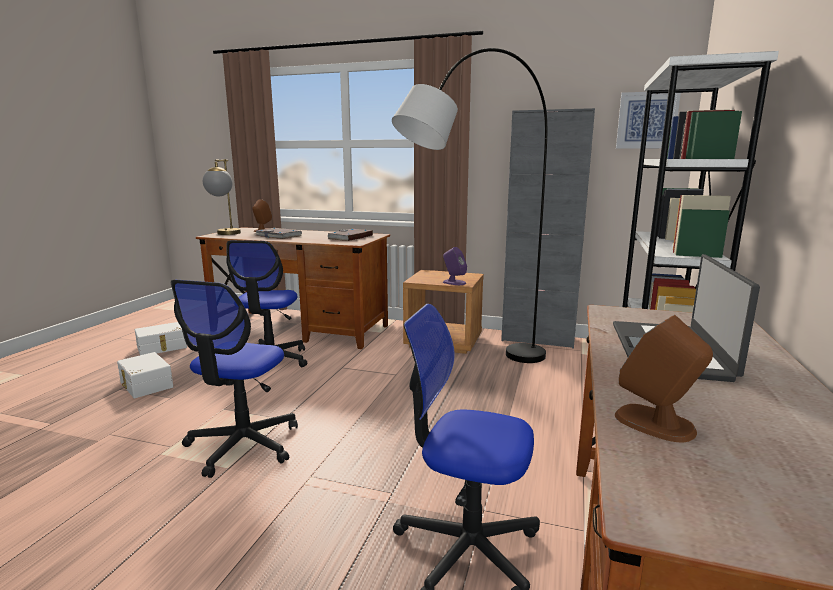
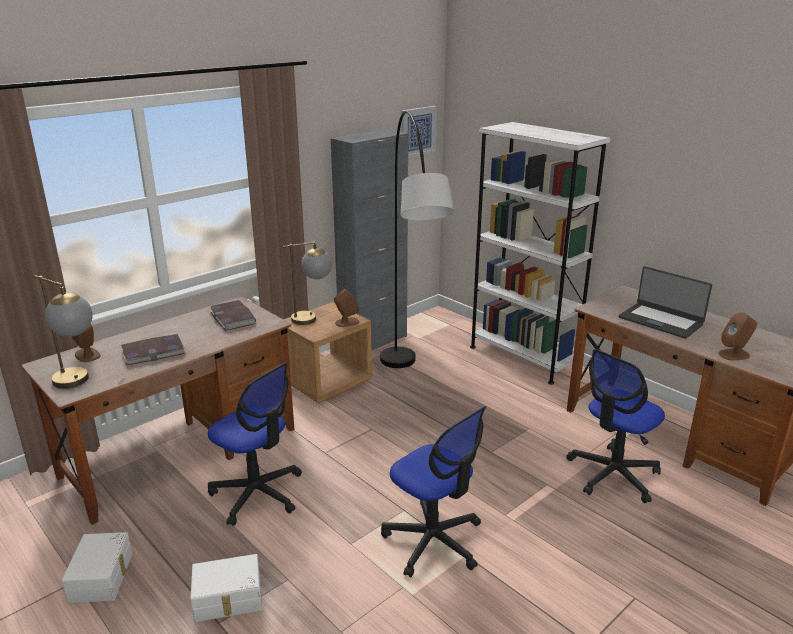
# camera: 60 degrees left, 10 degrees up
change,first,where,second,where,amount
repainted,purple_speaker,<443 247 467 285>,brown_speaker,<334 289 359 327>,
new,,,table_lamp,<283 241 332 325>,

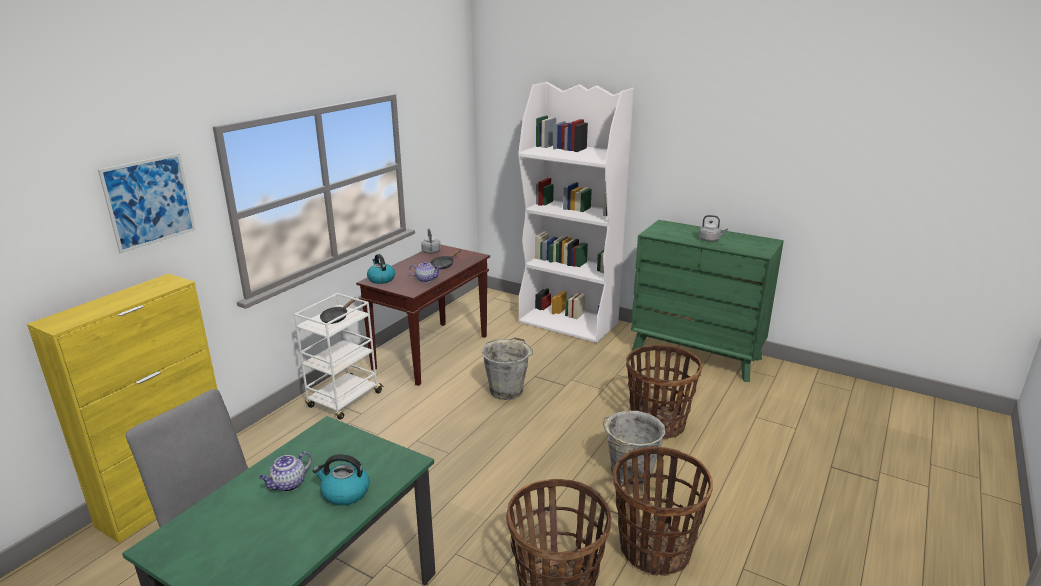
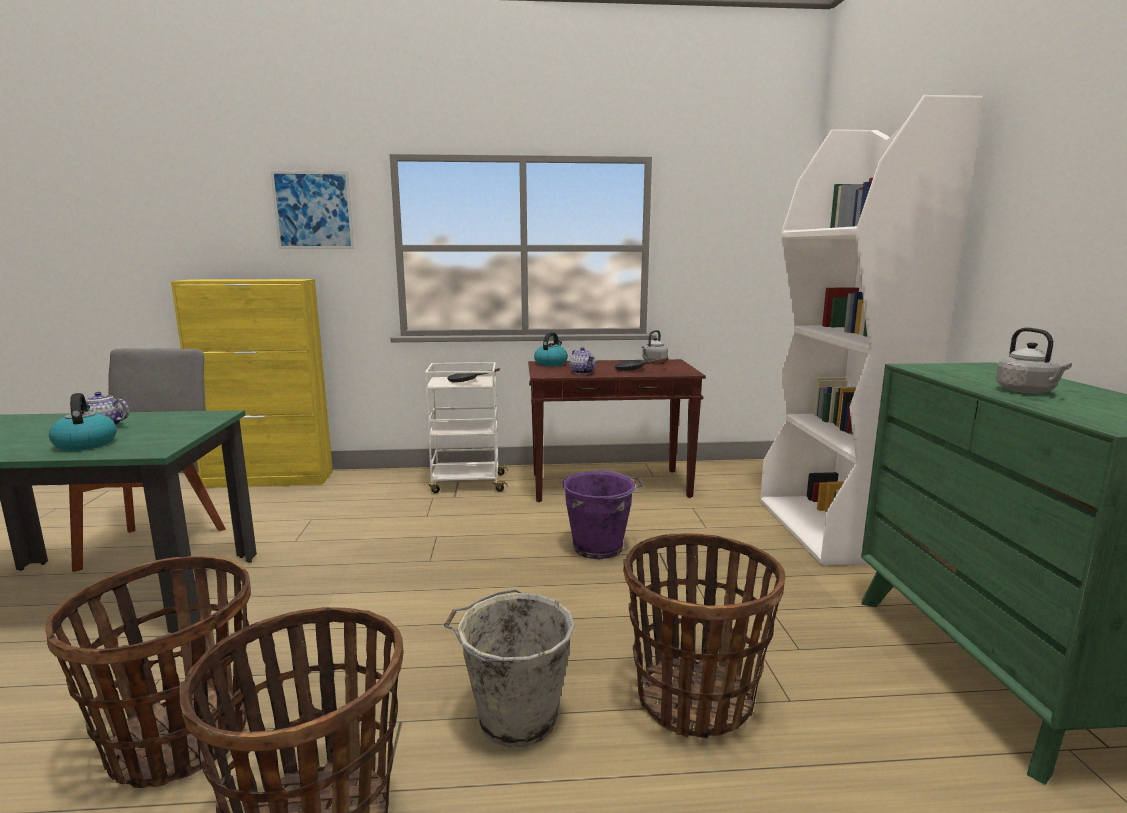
# camera: 55 degrees right, 10 degrees down
change,first,where,second,where,amount
repainted,grey_bucket,<482 337 533 400>,purple_bucket,<563 470 644 559>,

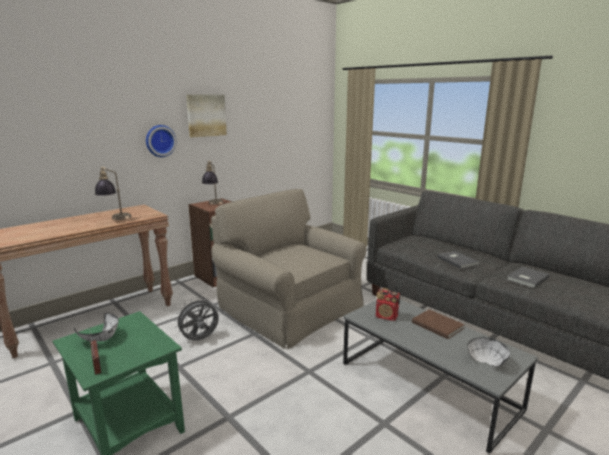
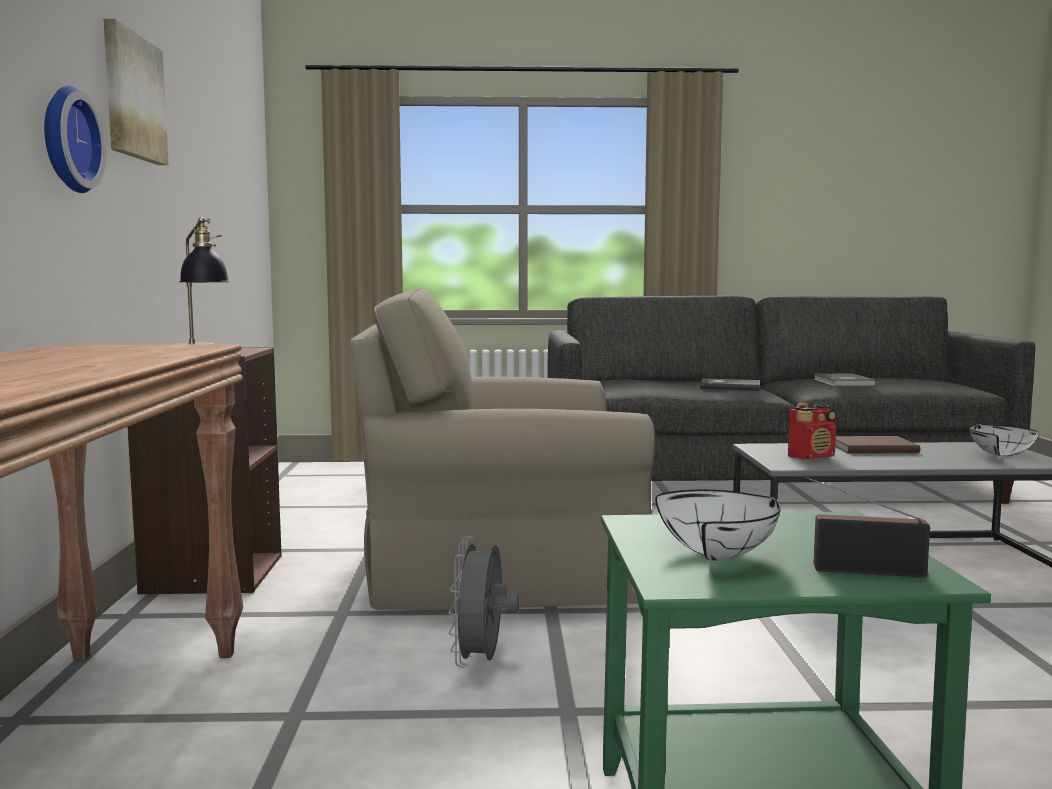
# camera: 50 degrees left, 10 degrees down
change,first,where,second,where,amount
gone,table_lamp,<95 167 132 220>,,,

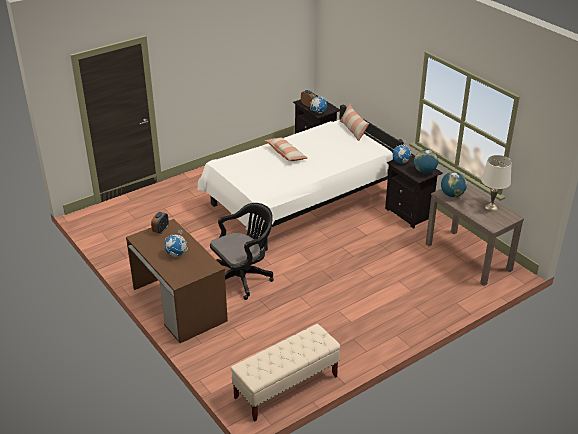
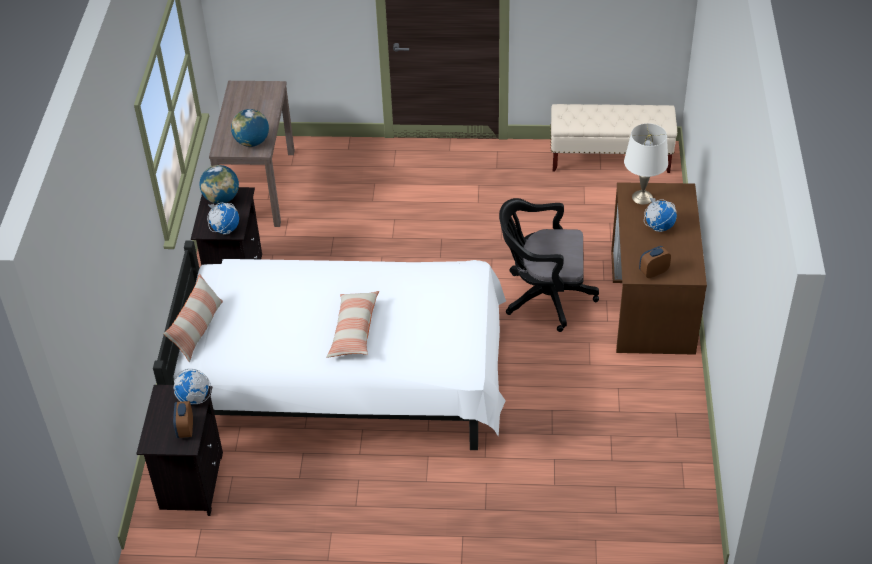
# camera: 140 degrees left, 10 degrees up
change,first,where,second,where,amount
shifted,white_table_lamp,<481 155 512 211>,,<624 123 668 205>,

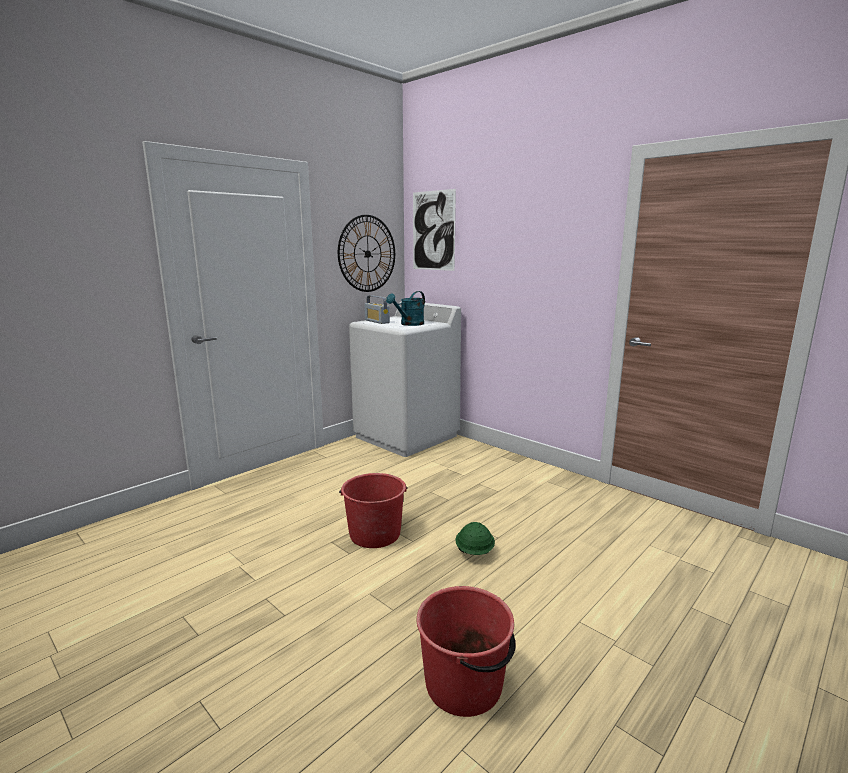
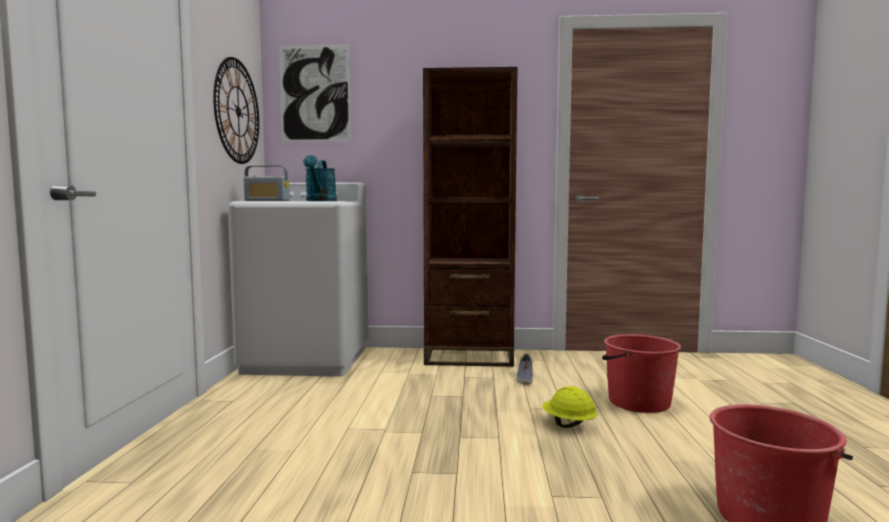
# camera: 40 degrees left, 10 degrees down
change,first,where,second,where,amount
shifted,red_bucket,<339 473 408 548>,,<602 334 681 413>,
repainted,green_hard_hat,<455 522 495 555>,yellow_hard_hat,<542 386 598 428>,
new,,,brown_bookcase,<423 67 518 367>,
new,,,shoe,<516 354 533 385>,

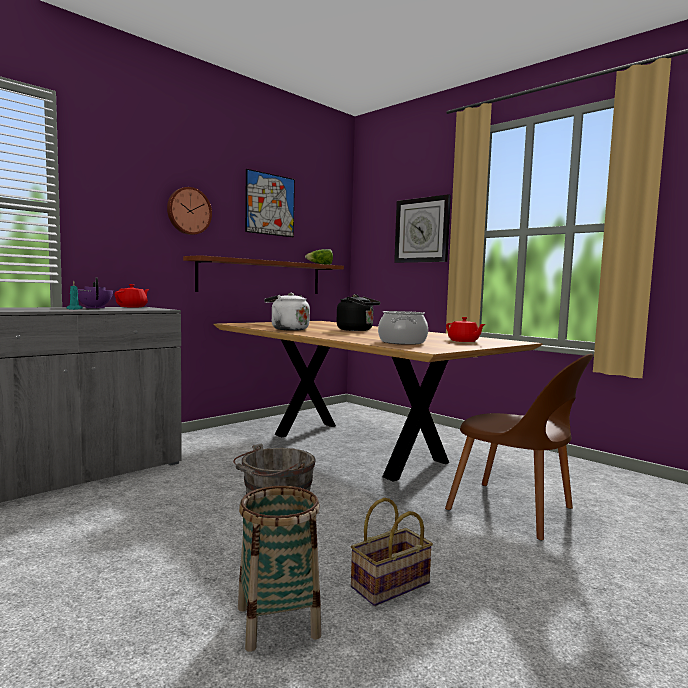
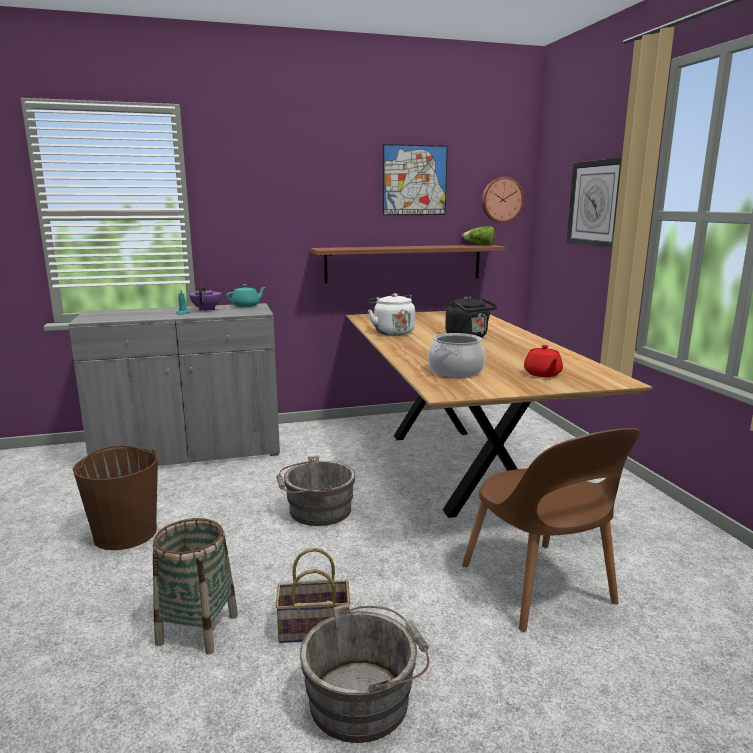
# camera: 30 degrees right, 10 degrees up
change,first,where,second,where,amount
repainted,red_teapot,<115 284 149 308>,turquoise_teapot,<226 284 266 307>,
shifted,wall_clock,<167 187 212 235>,,<482 177 524 222>,
new,,,brown_bucket,<73 445 158 550>,
new,,,grey_bucket,<300 604 429 743>,

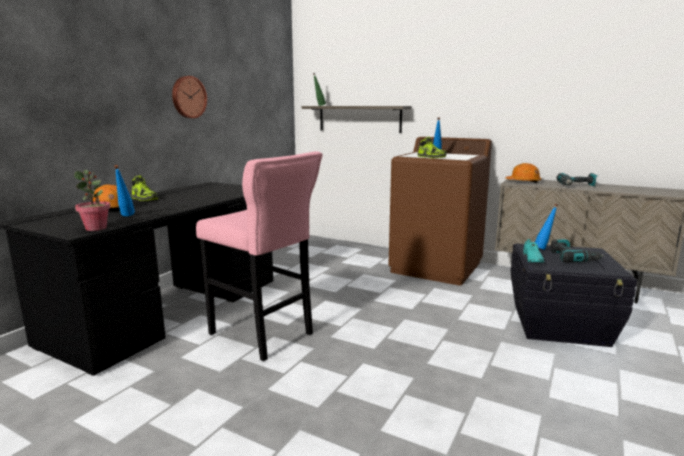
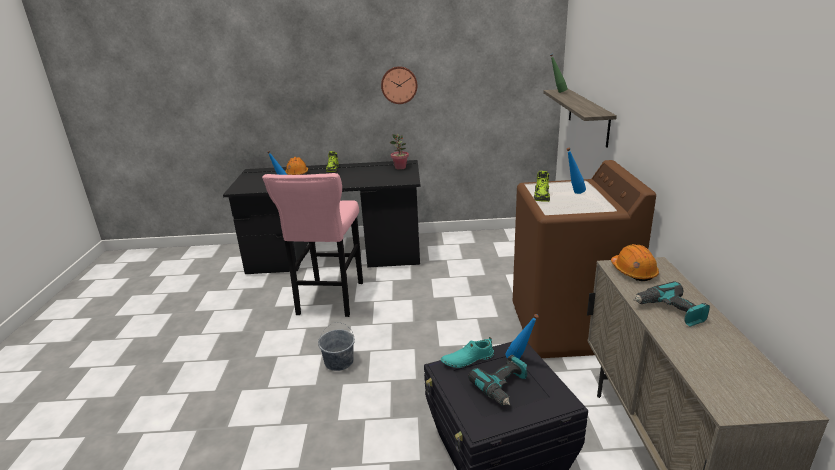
# camera: 60 degrees right, 10 degrees up
change,first,where,second,where,amount
shifted,potted_plant,<74 170 111 231>,,<390 134 409 170>,
new,,,grey_bucket,<318 322 355 371>,

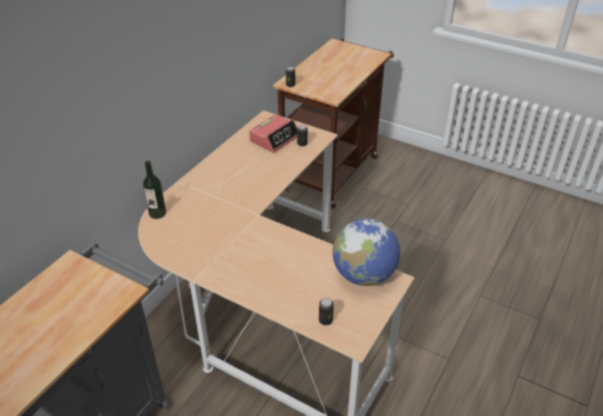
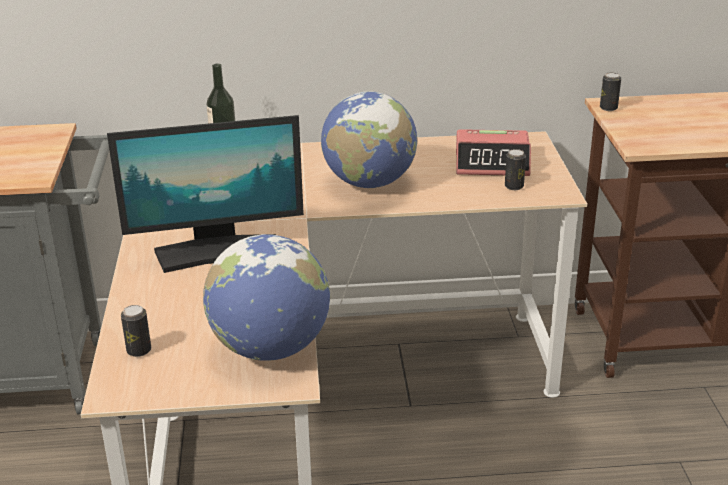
# camera: 55 degrees right, 10 degrees down
change,first,where,second,where,amount
new,,,monitor,<107 115 304 273>,
new,,,globe,<321 91 417 188>,

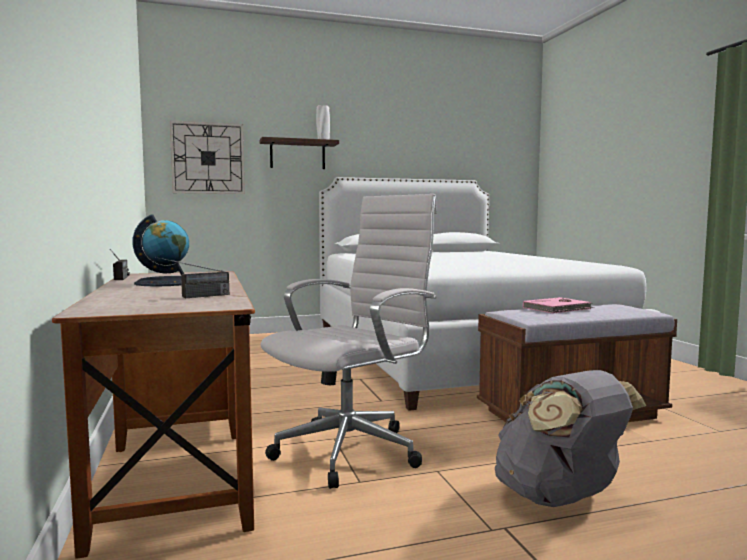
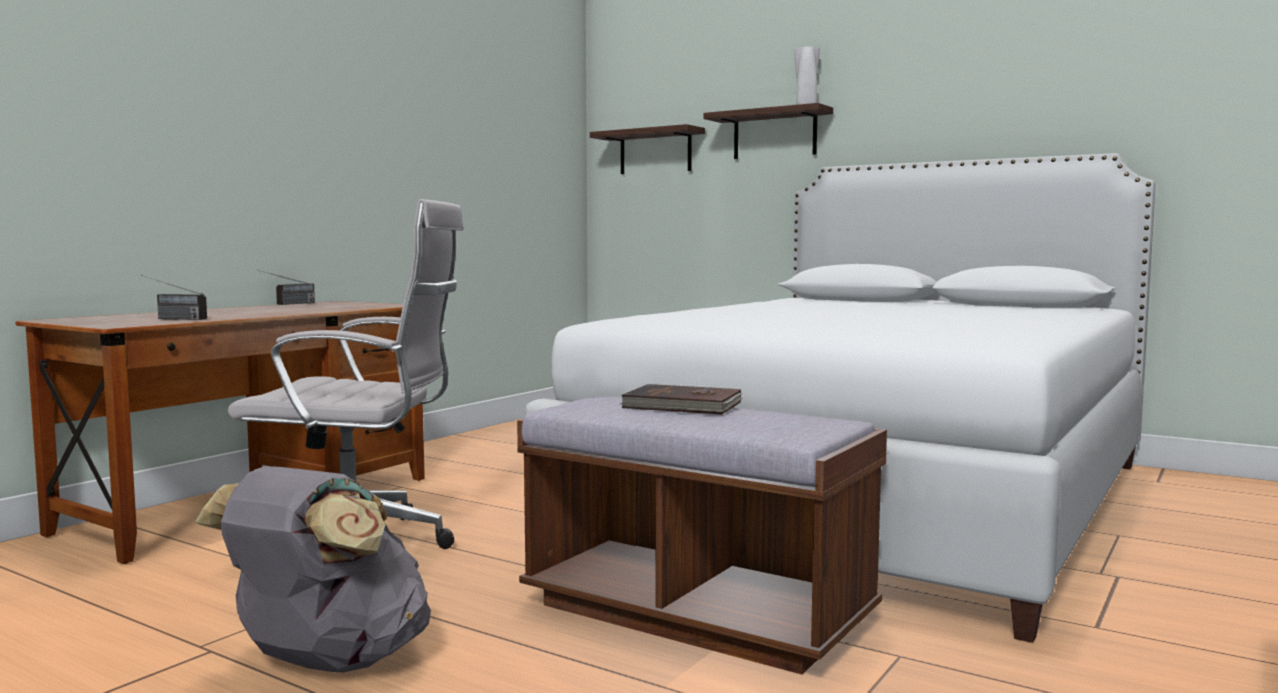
# camera: 50 degrees right, 0 degrees up
change,first,where,second,where,amount
gone,globe,<132 214 189 287>,,,
swapped,wall_clock,<170 121 245 194>,shelf,<590 124 705 174>,
repainted,pink_book,<523 297 594 314>,brown_book,<620 384 743 415>,

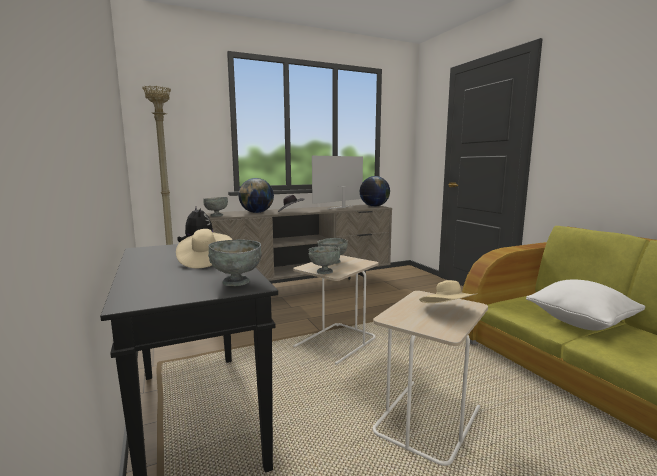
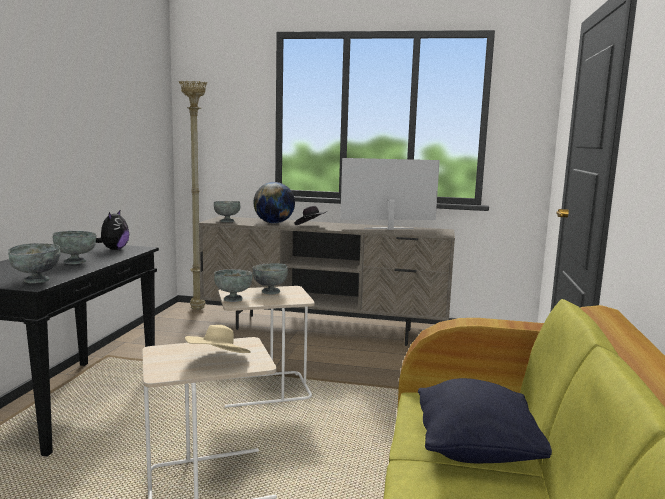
# camera: 35 degrees right, 0 degrees up
change,first,where,second,where,amount
swapped,beige_hat,<176 229 232 268>,grey_bowl,<53 231 97 264>,
gone,globe,<360 176 390 207>,,,
repainted,white_pillow,<526 280 645 330>,black_pillow,<418 378 552 463>,

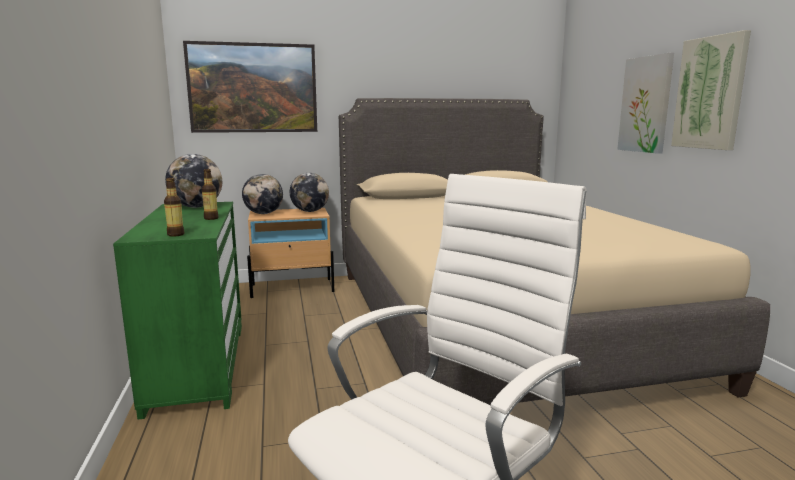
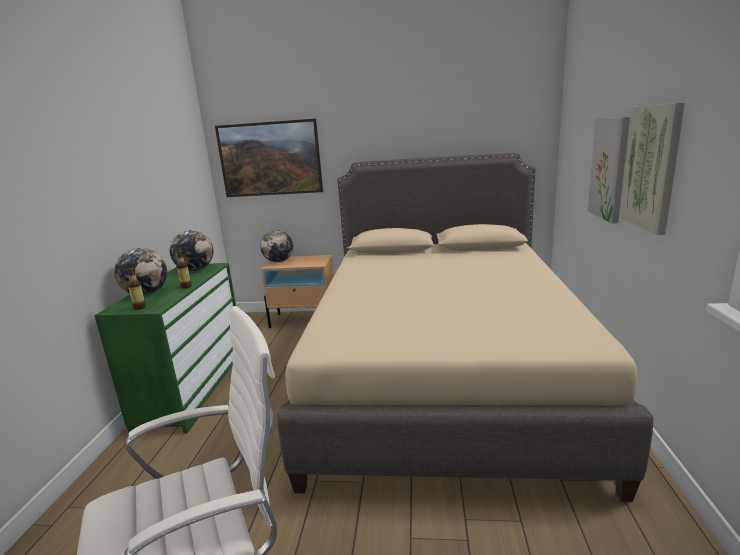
# camera: 20 degrees right, 5 degrees up
change,first,where,second,where,amount
shifted,globe,<290 173 329 212>,,<114 248 167 295>,

